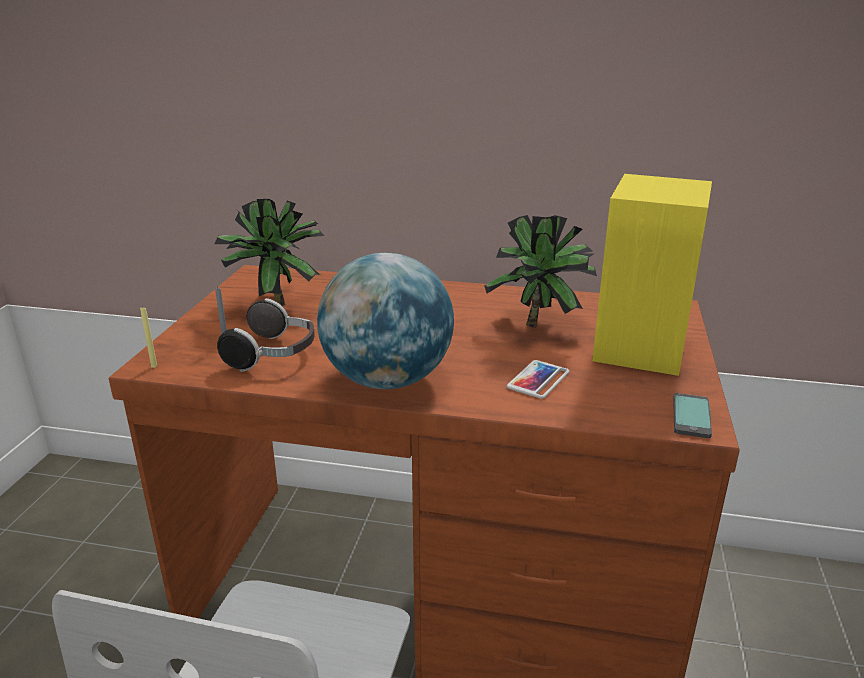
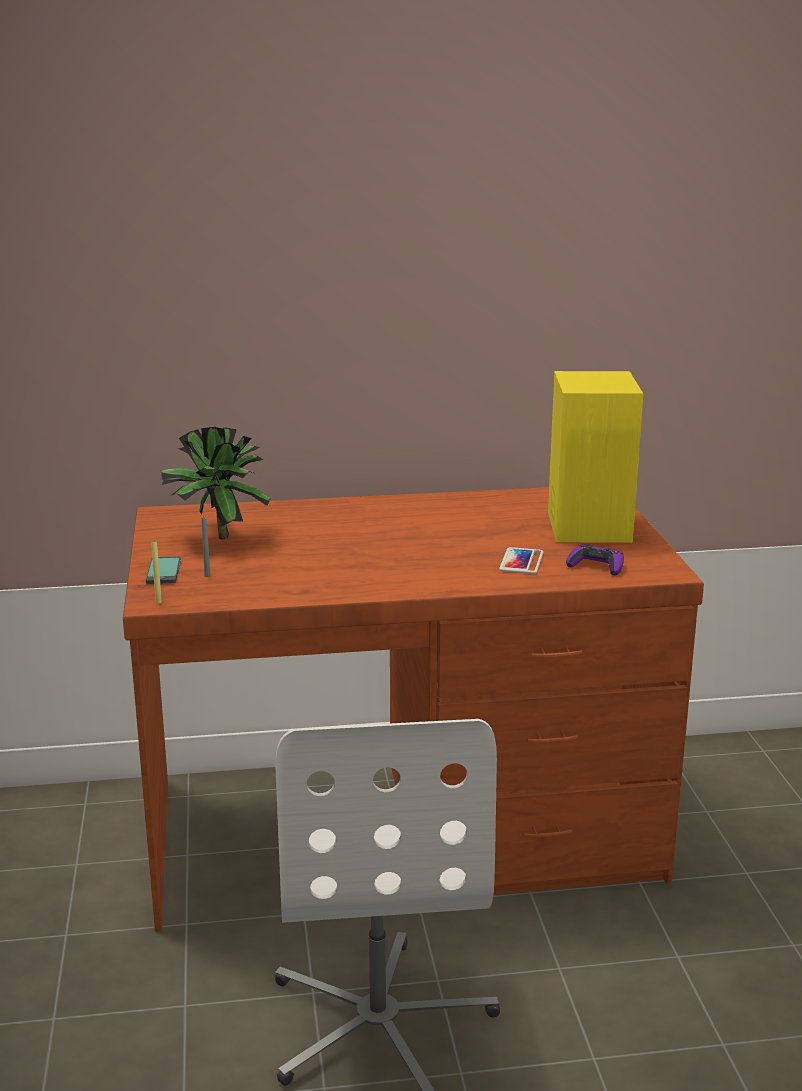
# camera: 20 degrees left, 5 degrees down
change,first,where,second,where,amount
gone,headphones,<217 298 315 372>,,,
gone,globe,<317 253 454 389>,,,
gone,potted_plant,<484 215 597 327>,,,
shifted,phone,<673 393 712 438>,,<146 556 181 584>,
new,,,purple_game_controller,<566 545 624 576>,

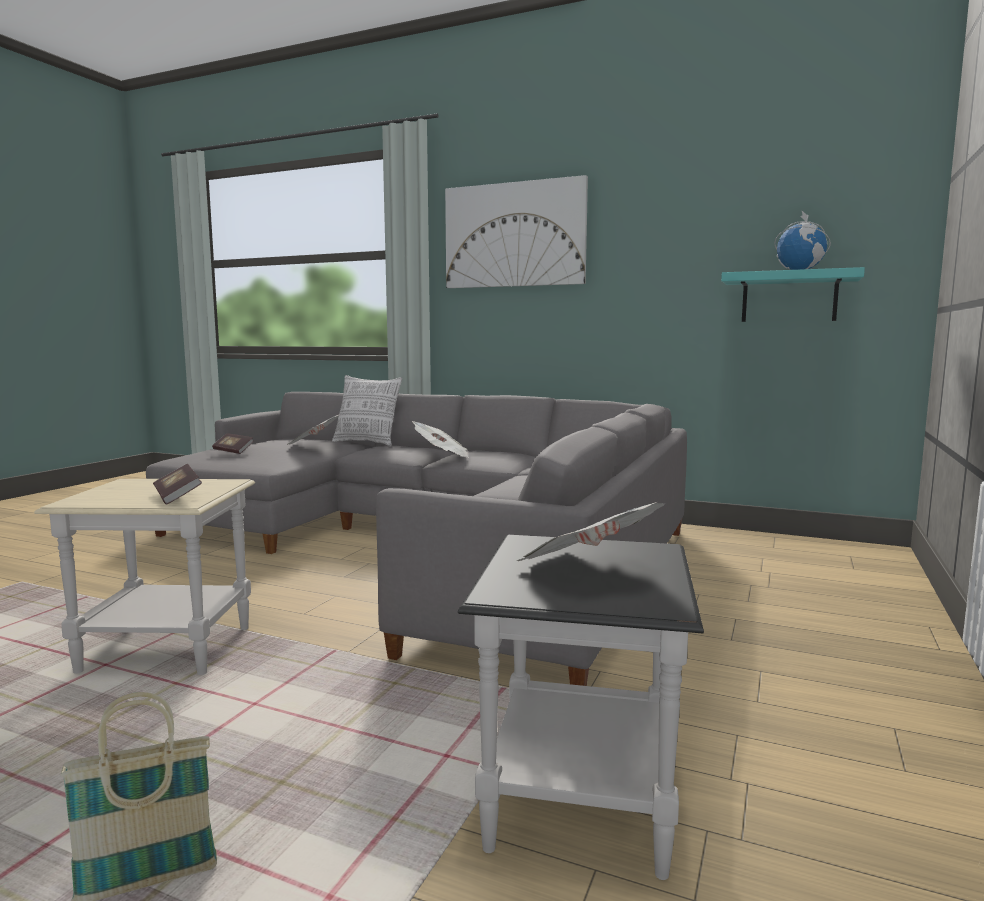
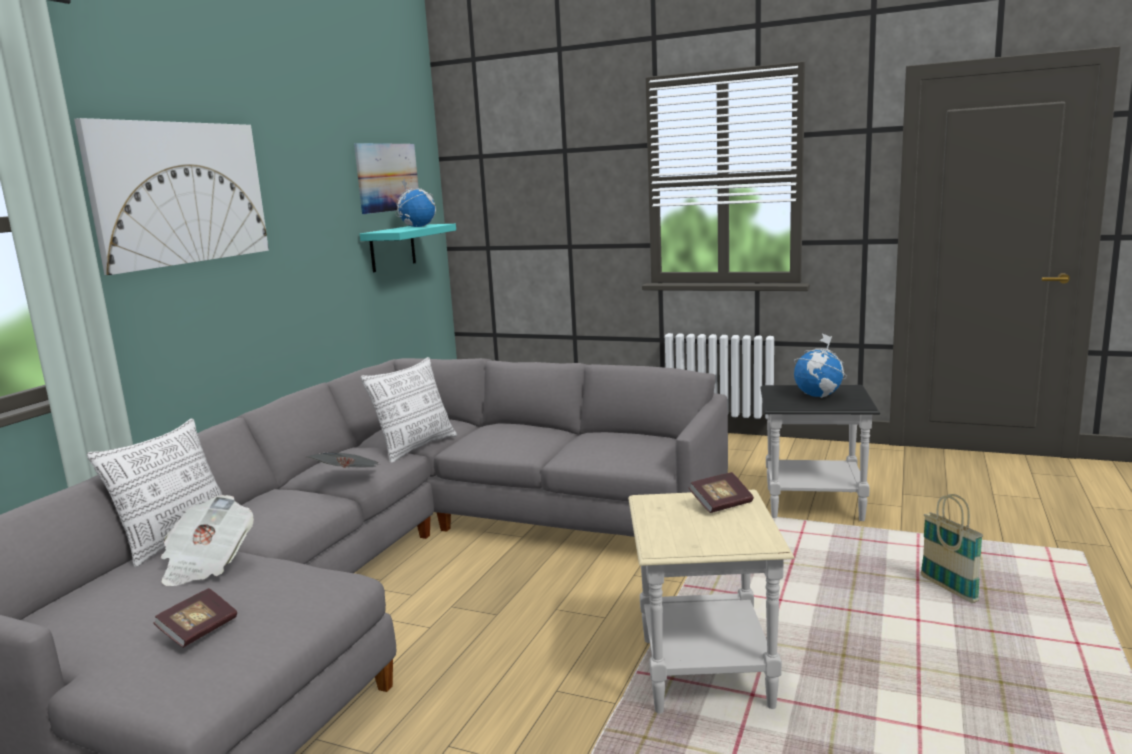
# camera: 90 degrees left, 5 degrees up
change,first,where,second,where,amount
swapped,newspaper,<517 502 665 561>,globe,<794 333 847 398>,
new,,,picture,<354 143 419 214>,
new,,,pillow,<361 357 457 462>,

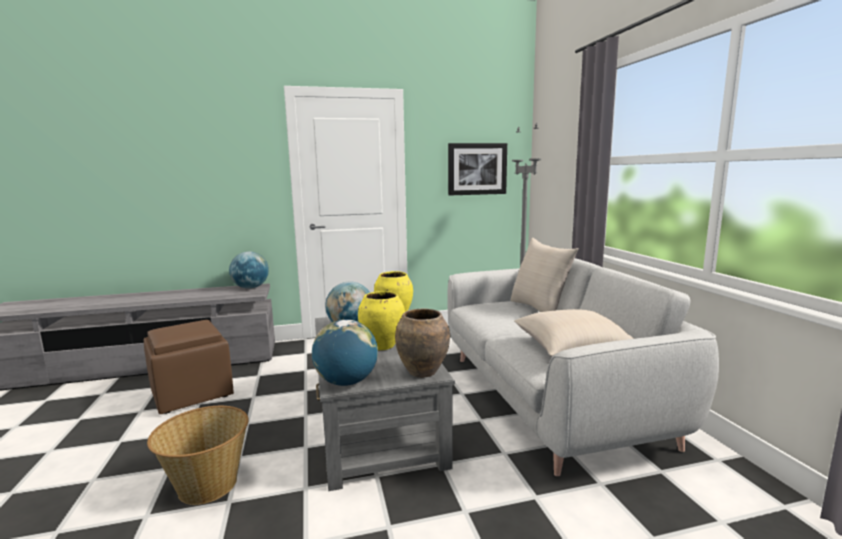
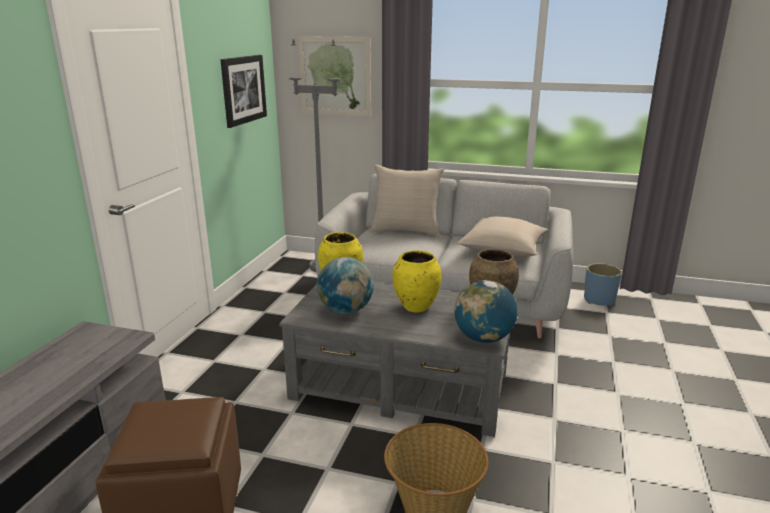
# camera: 60 degrees left, 10 degrees up
change,first,where,second,where,amount
gone,globe,<229 251 269 289>,,,
new,,,picture,<298 36 371 116>,
new,,,blue_planter,<584 263 622 306>,

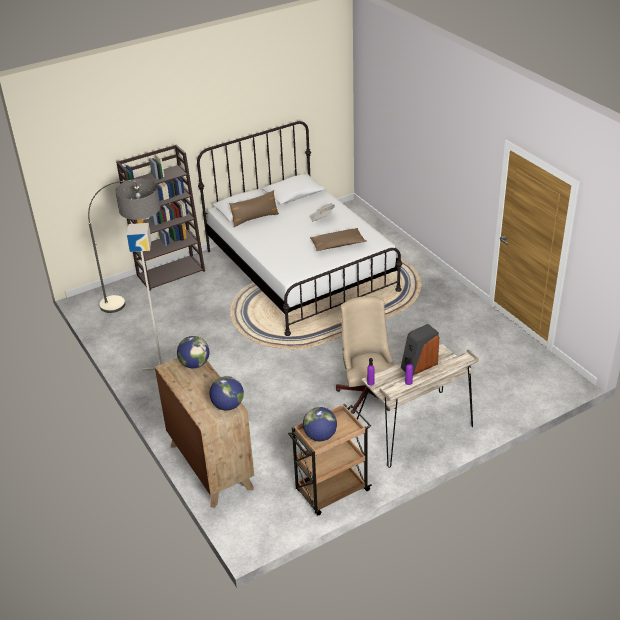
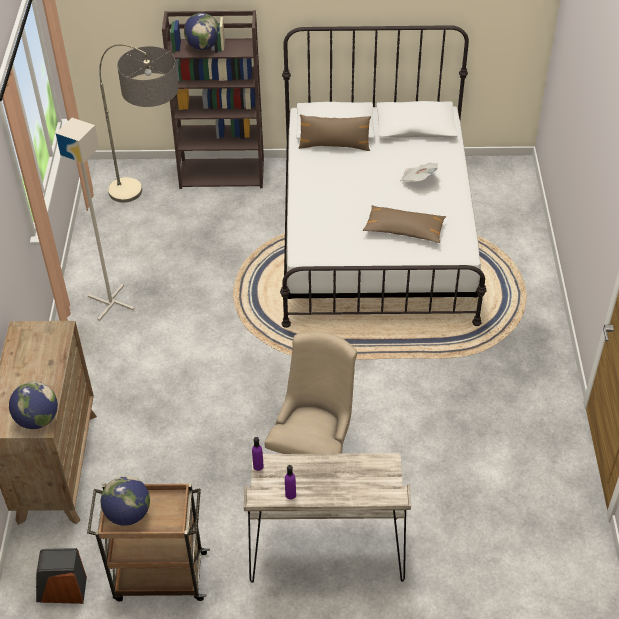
# camera: 30 degrees right, 10 degrees up
change,first,where,second,where,amount
shifted,globe,<177 336 209 368>,,<184 13 220 50>,
shifted,speaker,<401 324 439 375>,,<36 548 87 604>,

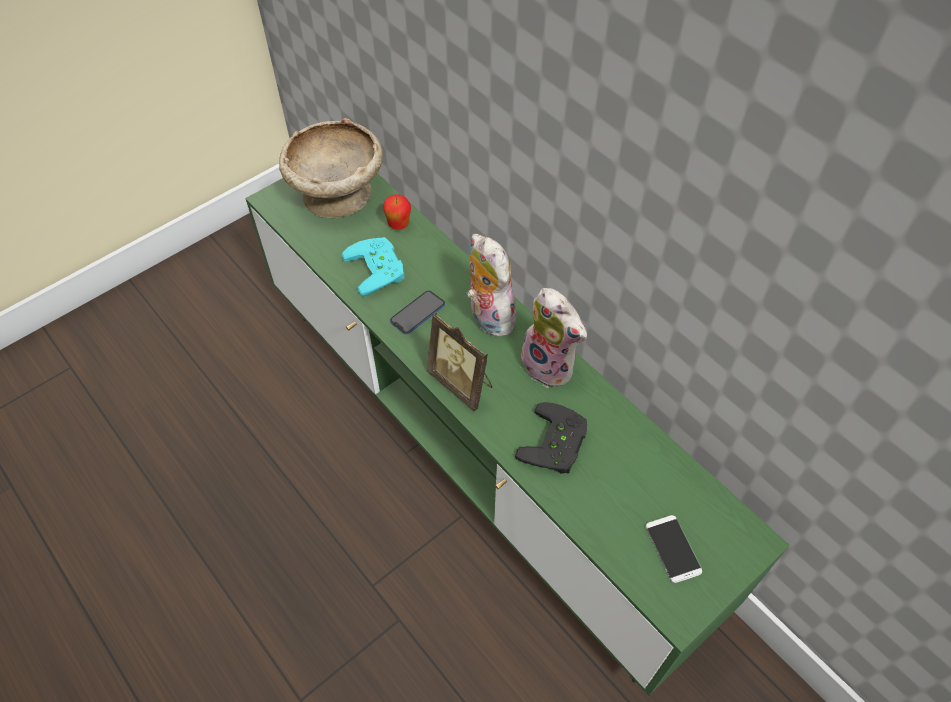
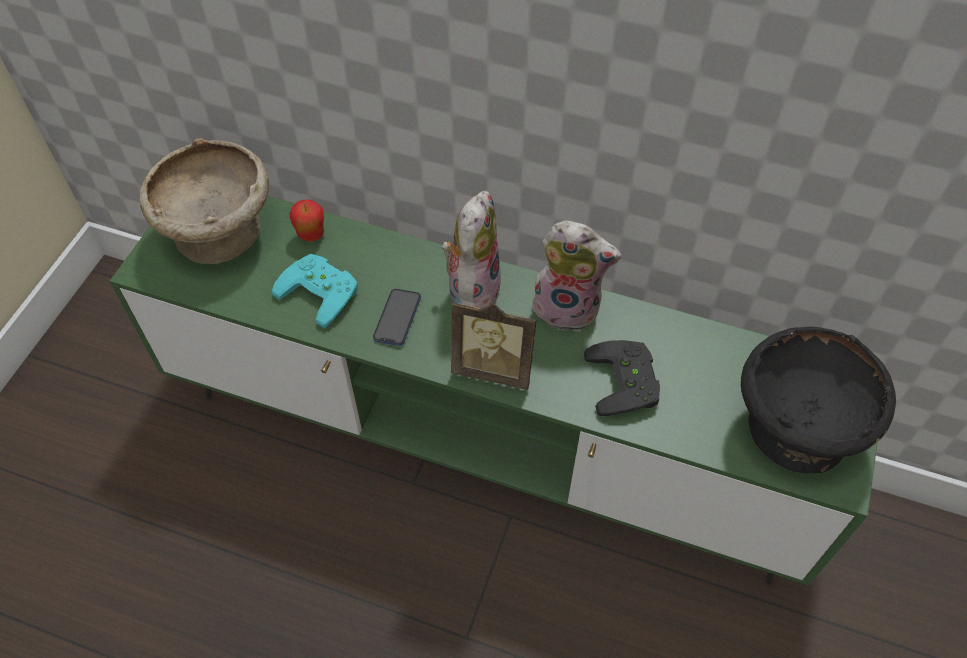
# camera: 30 degrees left, 0 degrees up
change,first,where,second,where,amount
rotated,plush_toy,<466 234 516 337>,,<441 191 501 308>,75 degrees clockwise
swapped,phone,<646 515 702 583>,black_bowl,<741 327 896 473>,

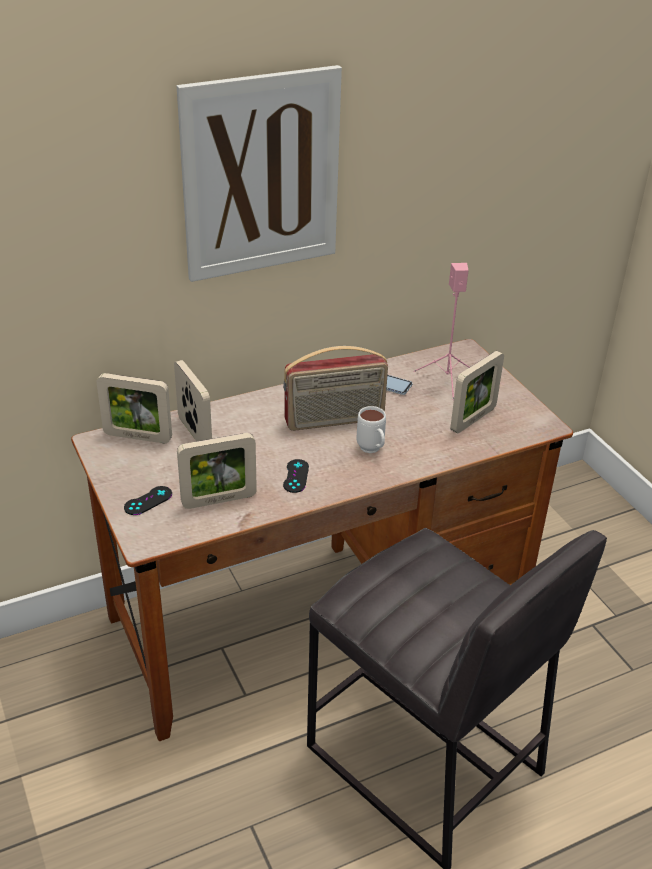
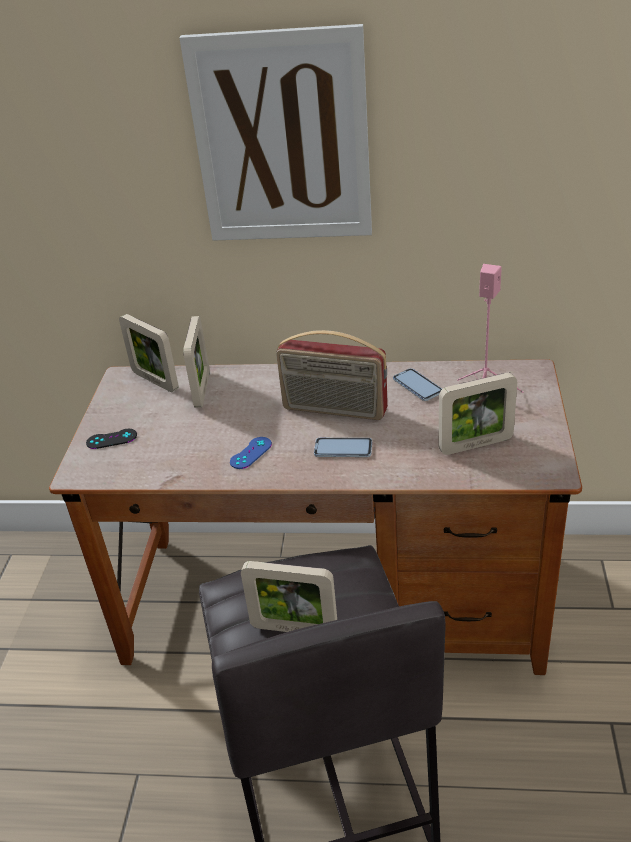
# camera: 35 degrees right, 0 degrees up
change,first,where,second,where,amount
shifted,picture_frame,<177 433 257 509>,,<241 561 337 632>,
repainted,black_game_controller,<283 459 309 493>,blue_game_controller,<230 437 272 469>,
swapped,white_mug,<357 406 386 453>,phone,<314 438 372 457>,

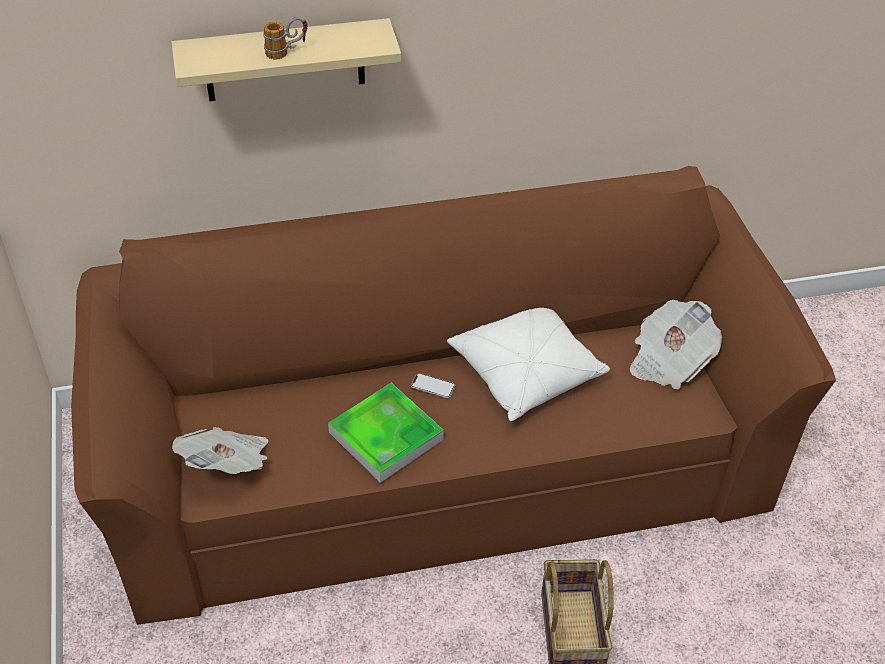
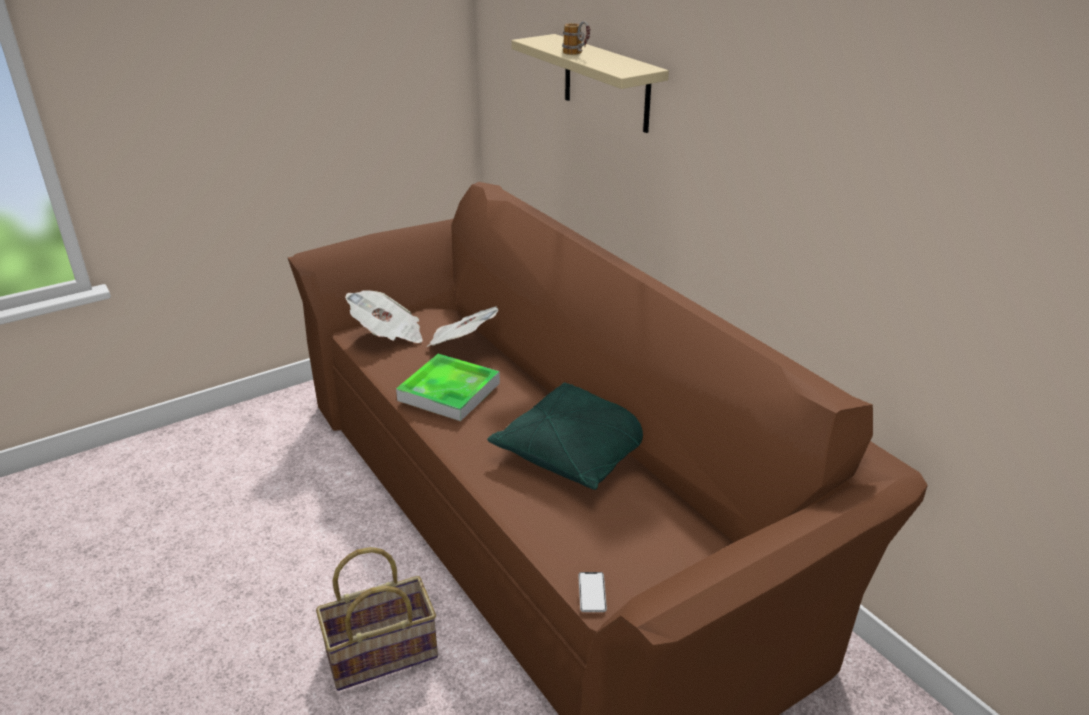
# camera: 70 degrees right, 15 degrees down
change,first,where,second,where,amount
shifted,phone,<411 373 455 398>,,<578 572 607 612>,
repainted,white_pillow,<447 308 610 421>,green_pillow,<487 382 643 490>,
shifted,newspaper,<630 300 722 389>,,<427 306 499 347>,

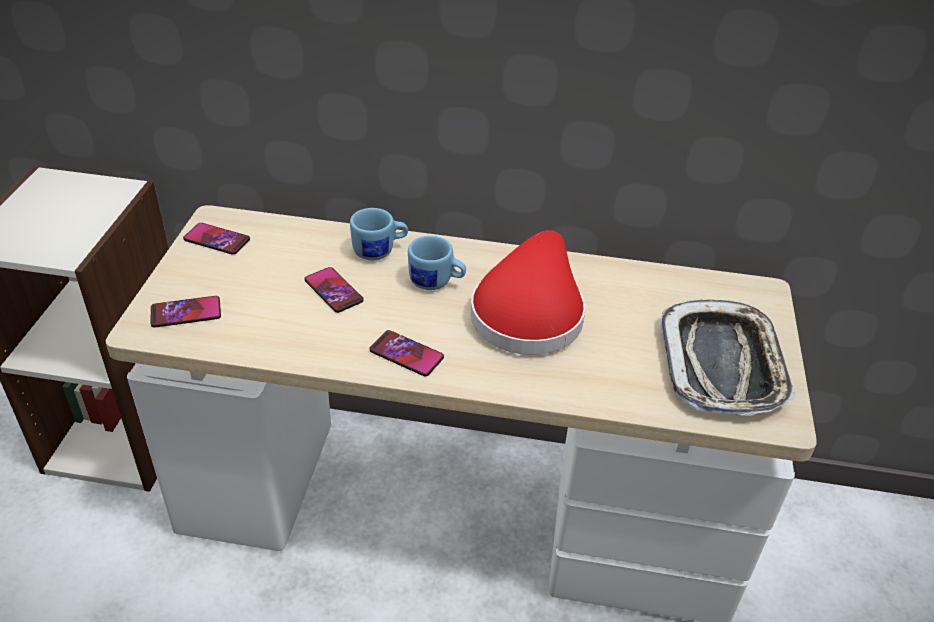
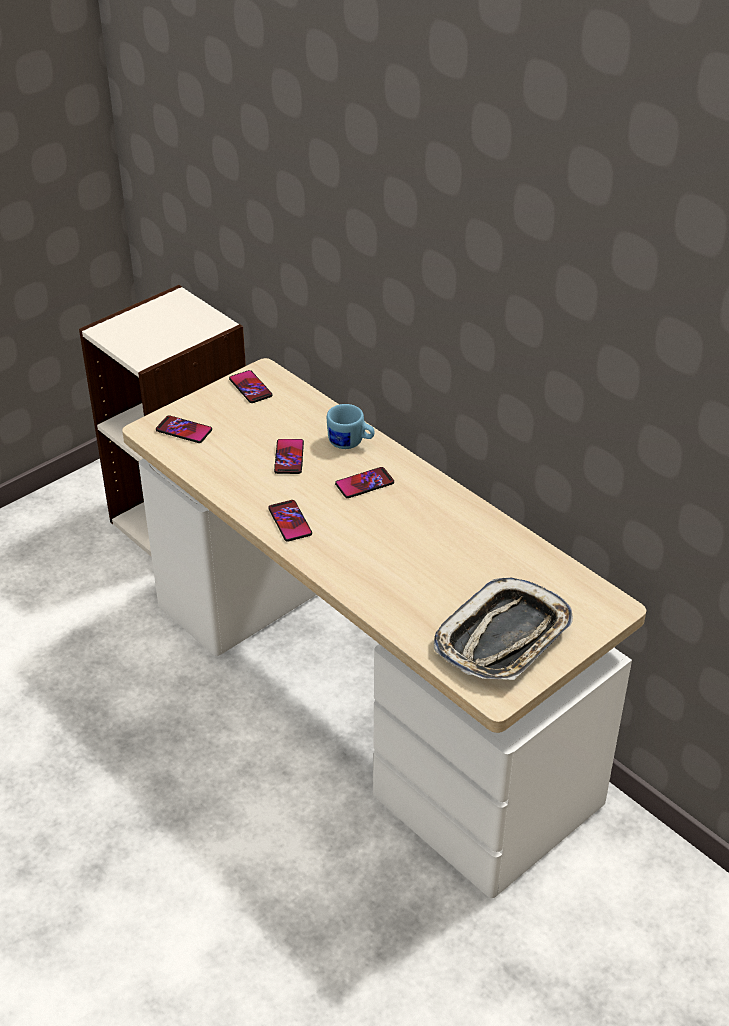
# camera: 40 degrees right, 0 degrees up
change,first,where,second,where,amount
swapped,blue_mug,<408 236 466 290>,phone,<335 467 394 498>,
gone,red_hat,<470 230 585 355>,,,

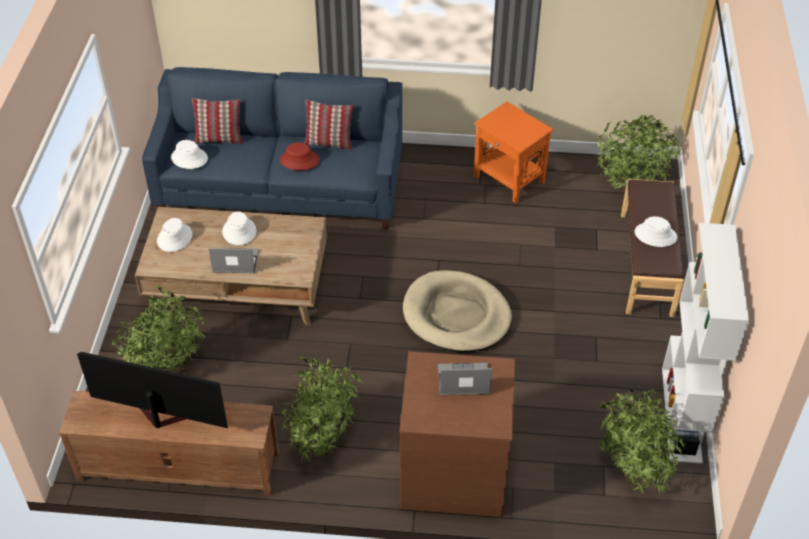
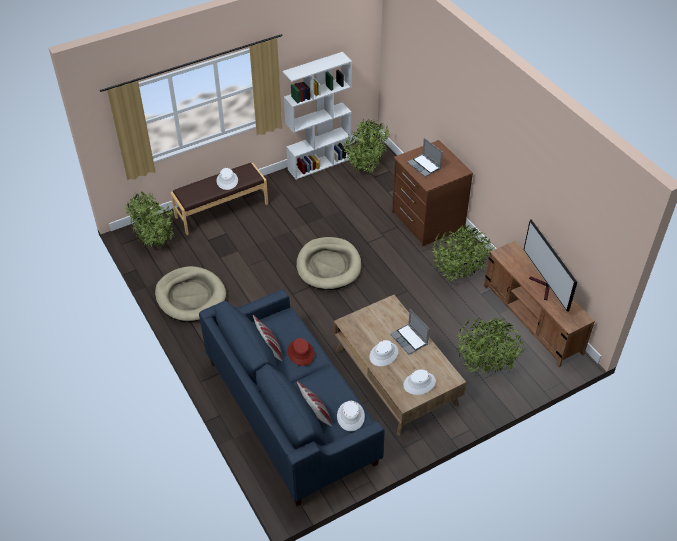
# camera: 125 degrees left, 0 degrees up
change,first,where,second,where,amount
swapped,orange_side_table,<474 101 554 203>,beige_dog_bed,<155 266 226 322>,

